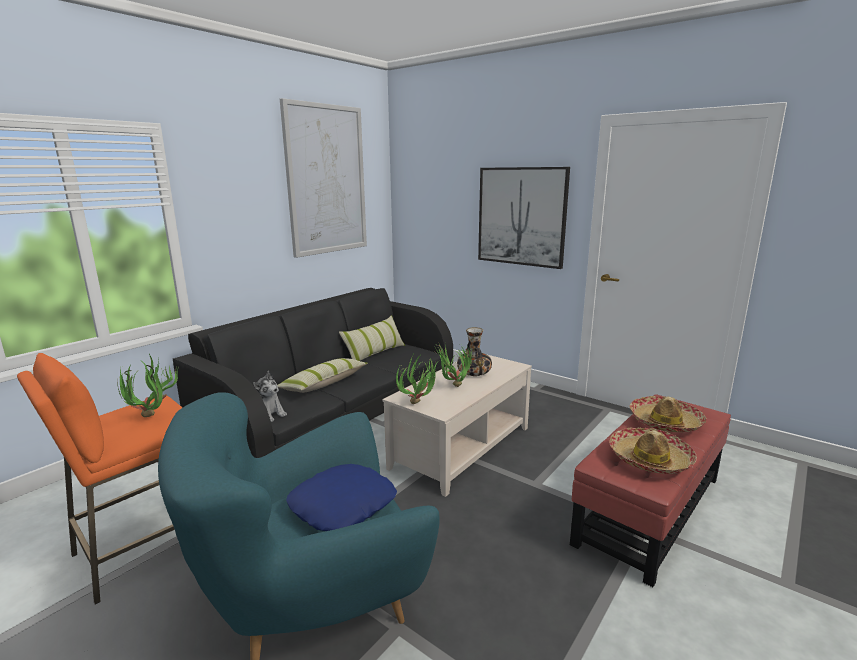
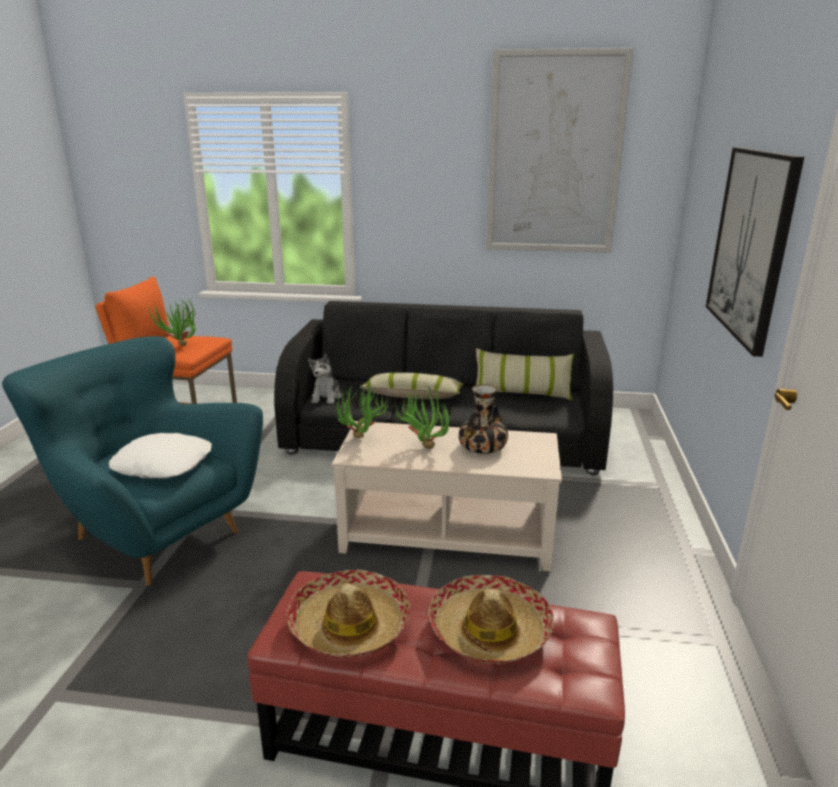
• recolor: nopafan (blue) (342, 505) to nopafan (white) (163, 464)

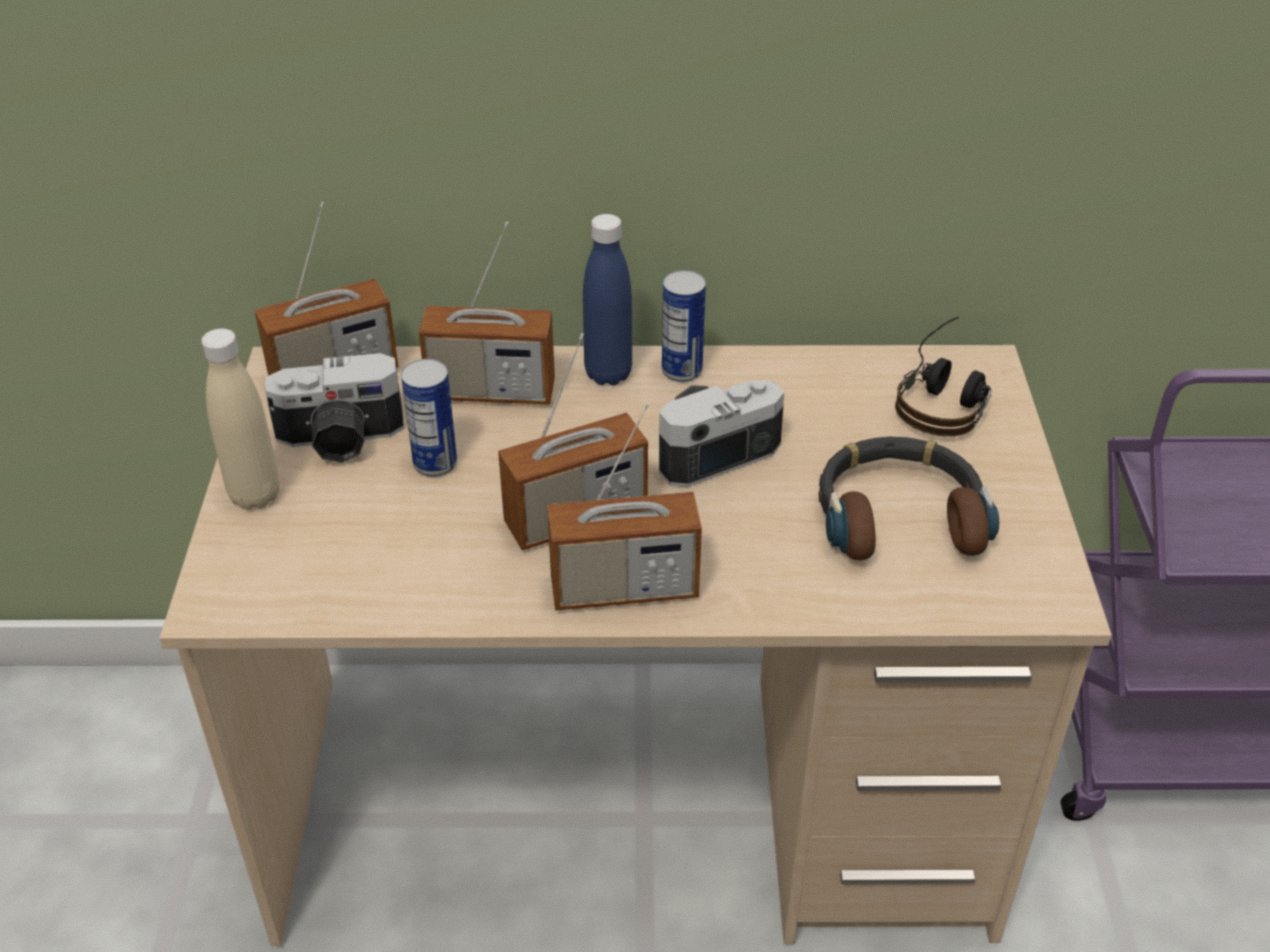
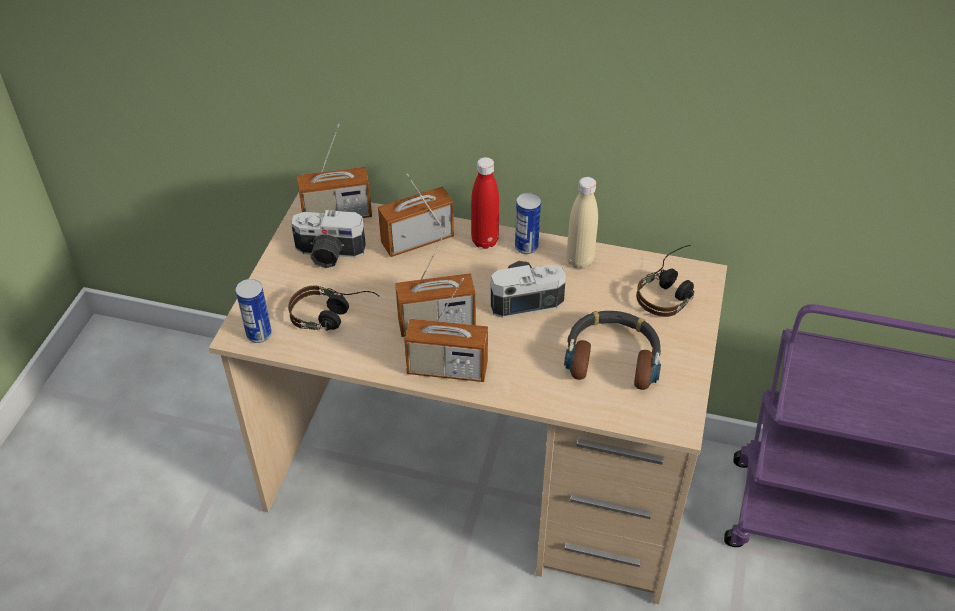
• move: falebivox (435, 463) to (259, 334)
• insert: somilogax (334, 316)
• rotate: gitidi (491, 391) = (417, 240) 135 degrees clockwise
• recolor: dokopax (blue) (608, 374) to dokopax (red) (484, 241)
• move: dokopax (beige) (255, 495) to (579, 261)

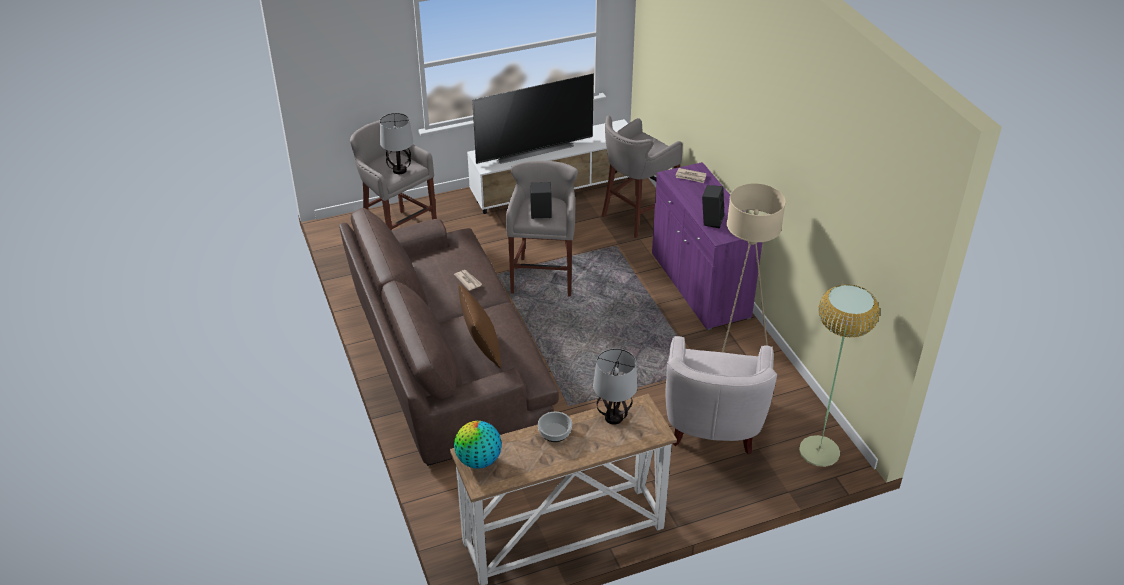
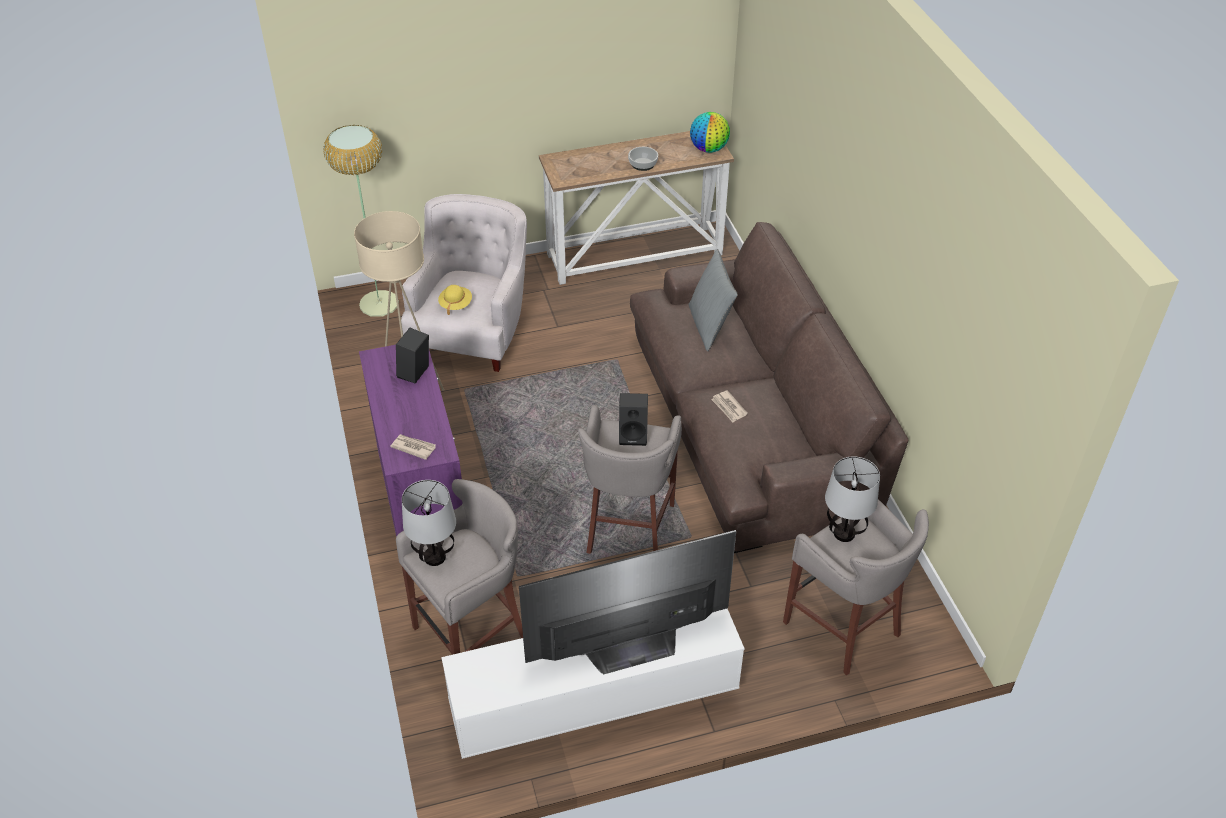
• move: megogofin (613, 417) to (435, 557)
• insert: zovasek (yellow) (455, 304)
• recolor: nopafan (brown) (481, 349) to nopafan (grey) (709, 326)

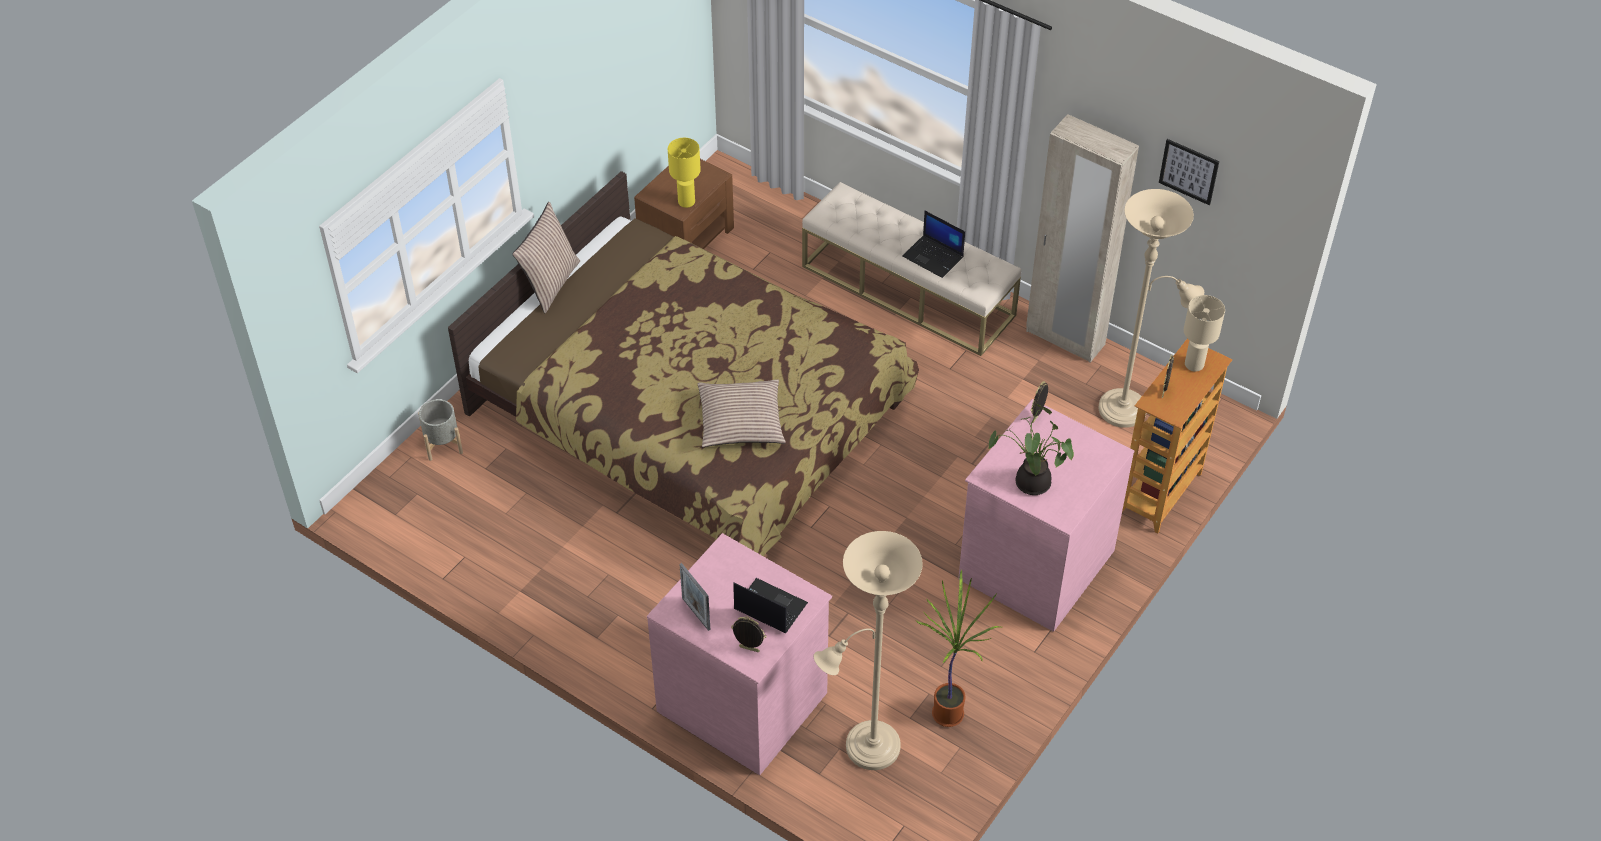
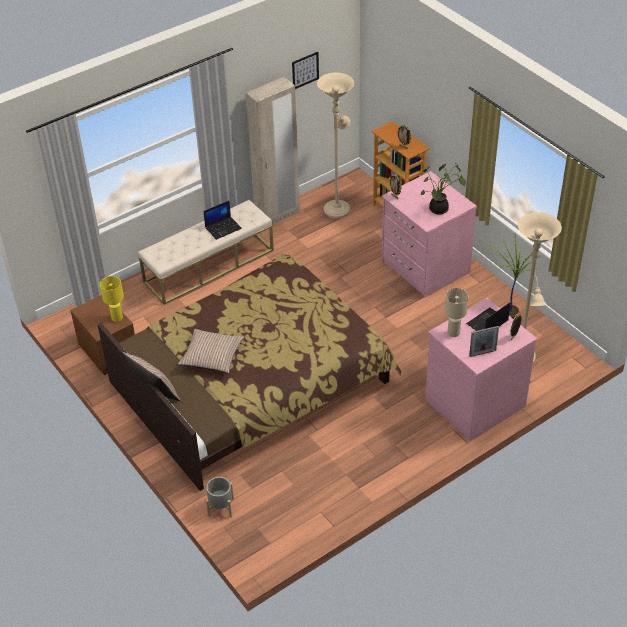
• move: nopafan (741, 421) to (212, 356)
• move: megogofin (beige) (1194, 365) to (454, 333)

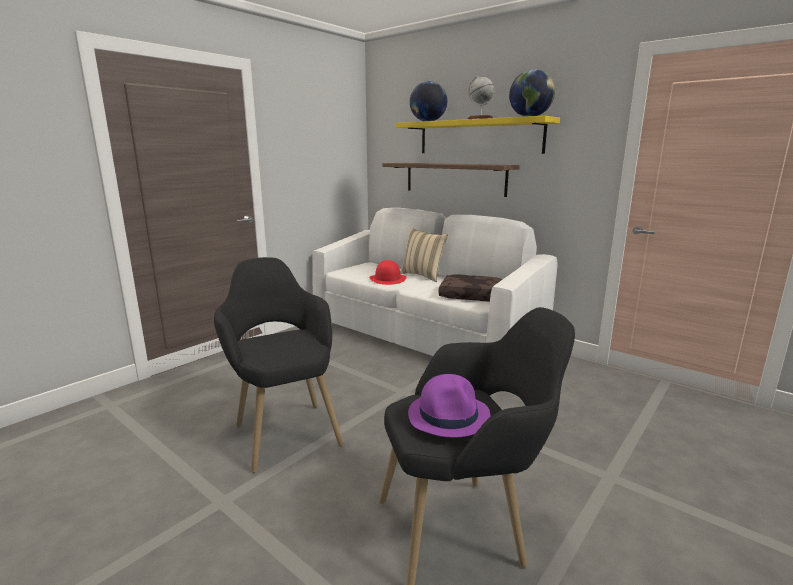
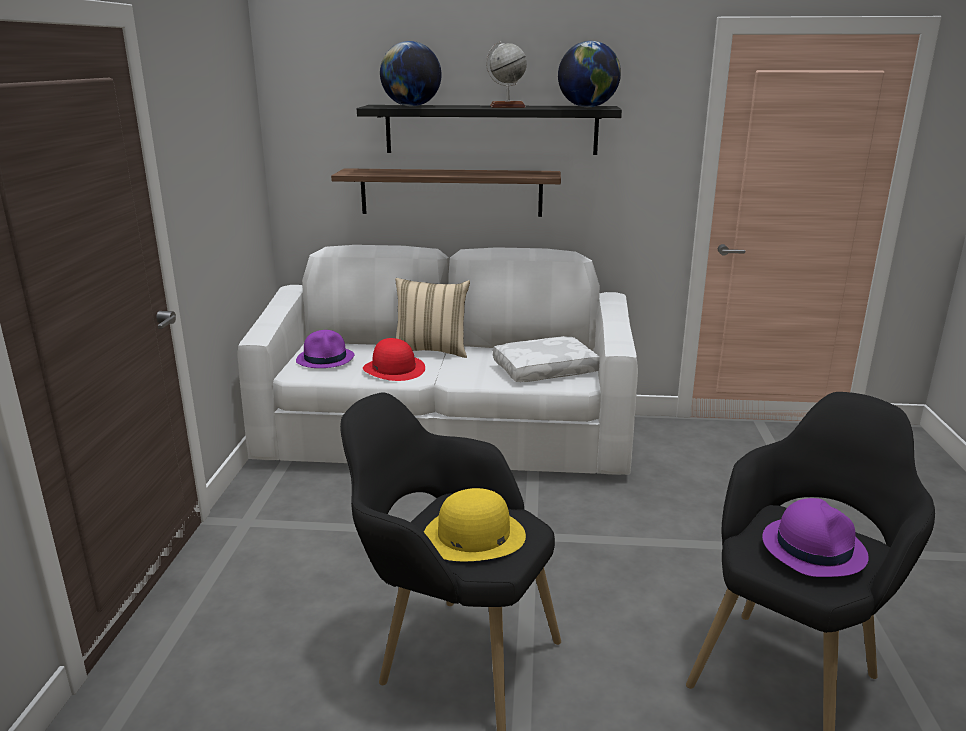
• insert: zovasek (purple) (326, 359)
• recolor: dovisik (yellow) (478, 137) to dovisik (black) (491, 129)
• insert: zovasek (yellow) (473, 536)
• recolor: nopafan (brown) (473, 296) to nopafan (white) (545, 369)

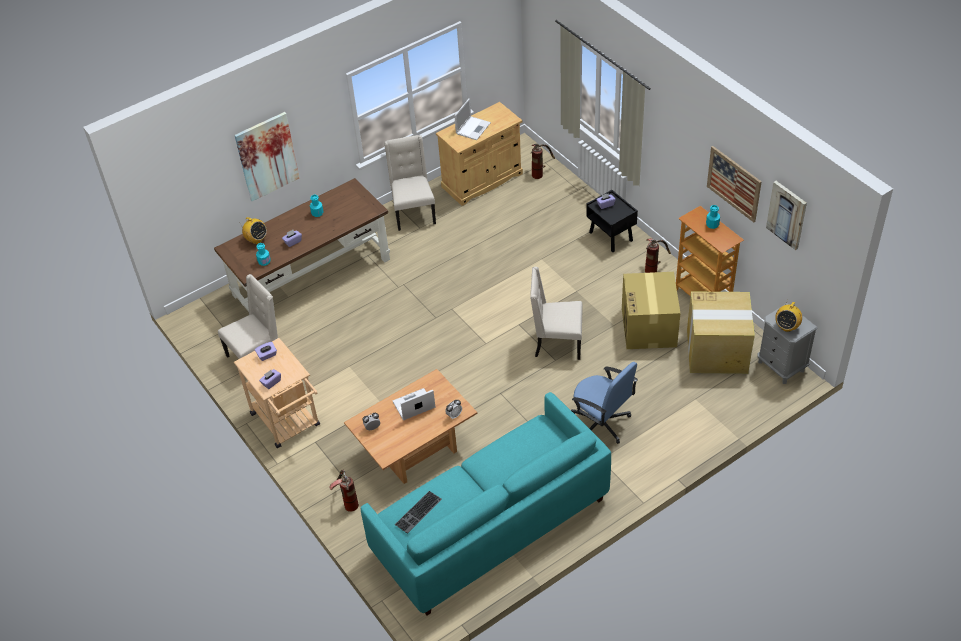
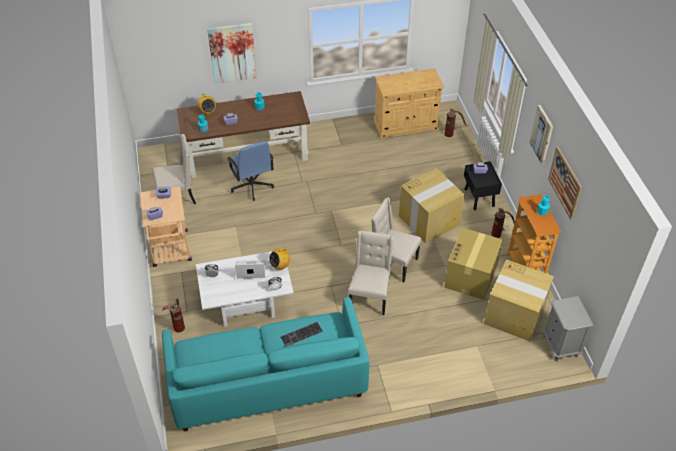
• recolor: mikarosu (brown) (415, 448) to mikarosu (white) (247, 303)
• move: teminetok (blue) (601, 423) to (252, 186)
• move: gitidi (787, 326) to (280, 266)
• move: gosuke (418, 513) to (301, 335)
• move: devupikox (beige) (413, 213) to (369, 296)
• insert: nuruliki (429, 220)
• move: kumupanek (787, 214) to (542, 134)
• delete: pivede (473, 128)

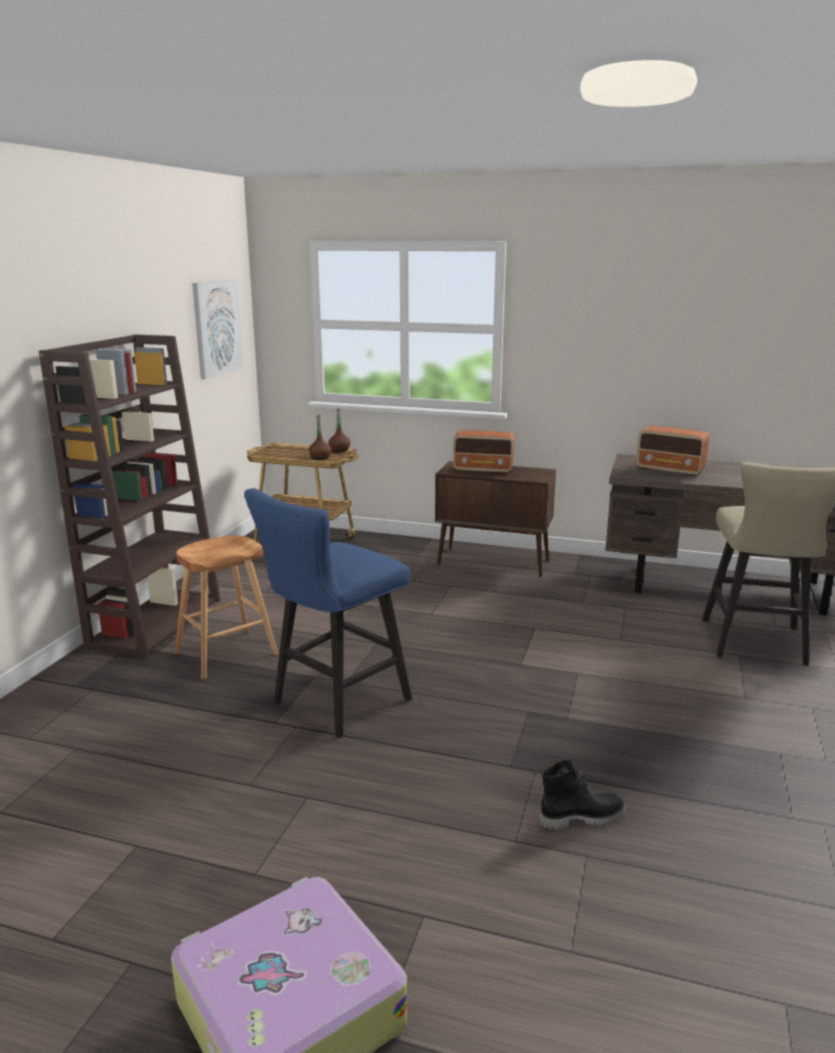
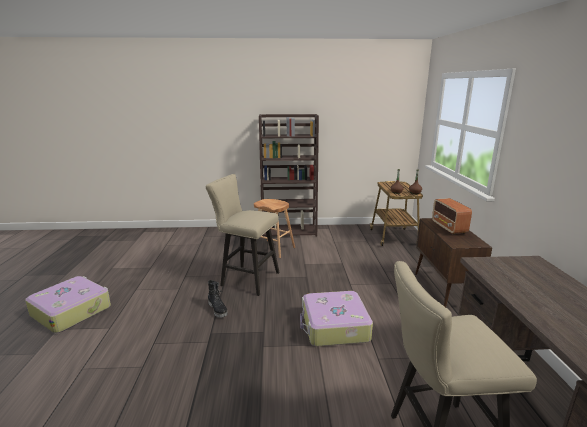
• recolor: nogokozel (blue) (334, 703) to nogokozel (beige) (246, 279)
• move: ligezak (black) (581, 817) to (218, 309)
• insert: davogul (334, 326)
• delete: kumupanek (217, 328)
• delete: gitidi (670, 470)

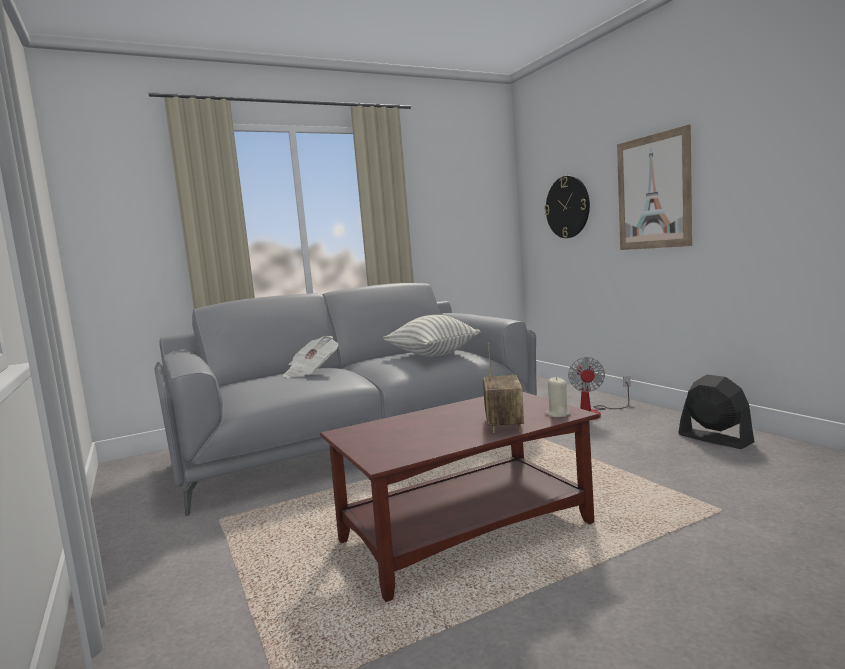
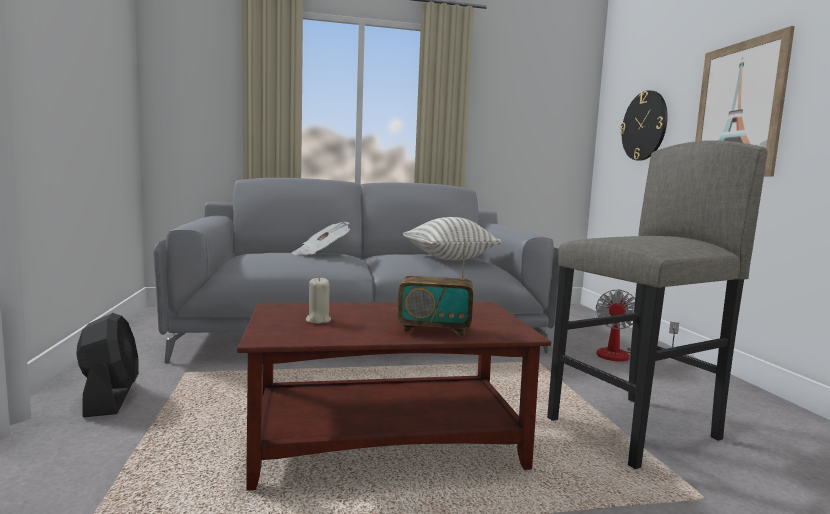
• move: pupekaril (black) (714, 439) to (110, 398)
• move: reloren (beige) (557, 414) to (318, 320)
• rotate: gitidi (503, 424) = (434, 329) 75 degrees clockwise
• insert: nogokozel (grey) (634, 429)

